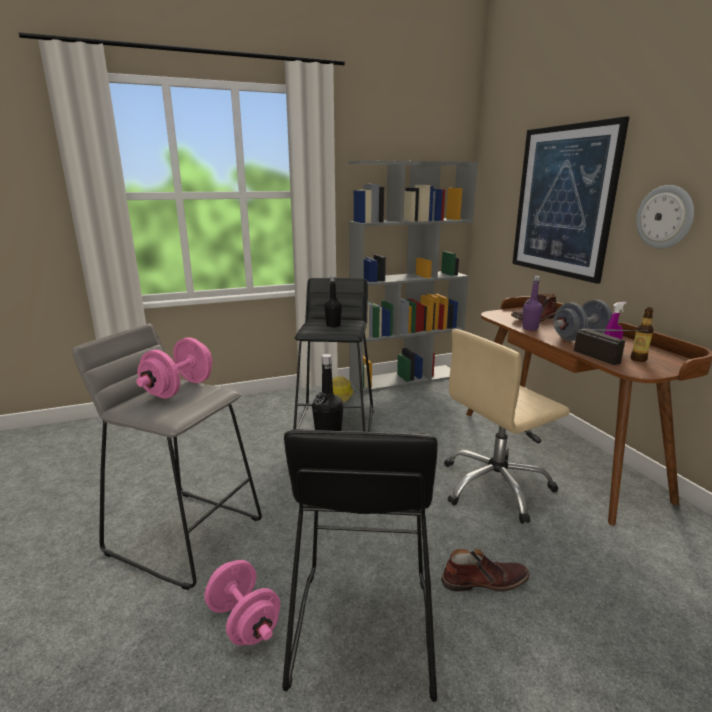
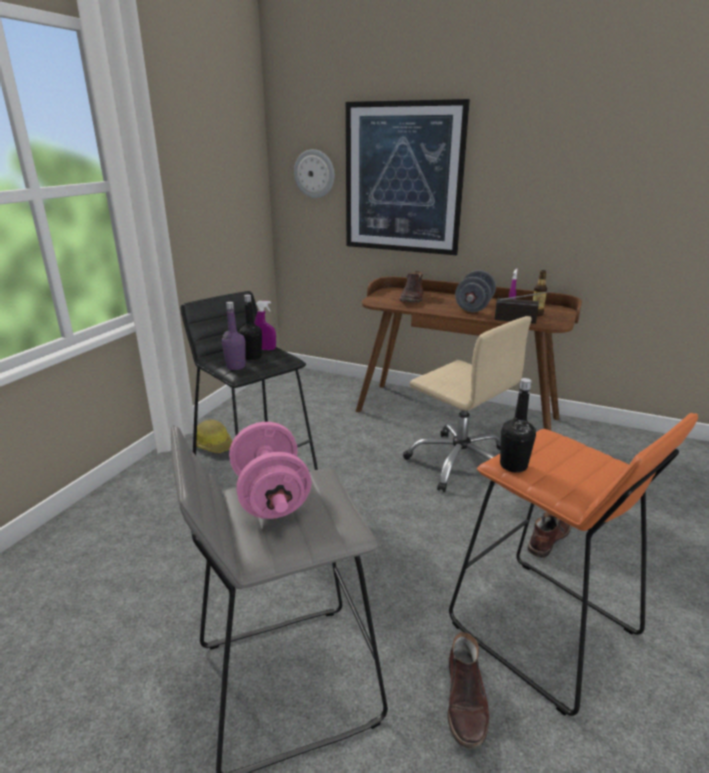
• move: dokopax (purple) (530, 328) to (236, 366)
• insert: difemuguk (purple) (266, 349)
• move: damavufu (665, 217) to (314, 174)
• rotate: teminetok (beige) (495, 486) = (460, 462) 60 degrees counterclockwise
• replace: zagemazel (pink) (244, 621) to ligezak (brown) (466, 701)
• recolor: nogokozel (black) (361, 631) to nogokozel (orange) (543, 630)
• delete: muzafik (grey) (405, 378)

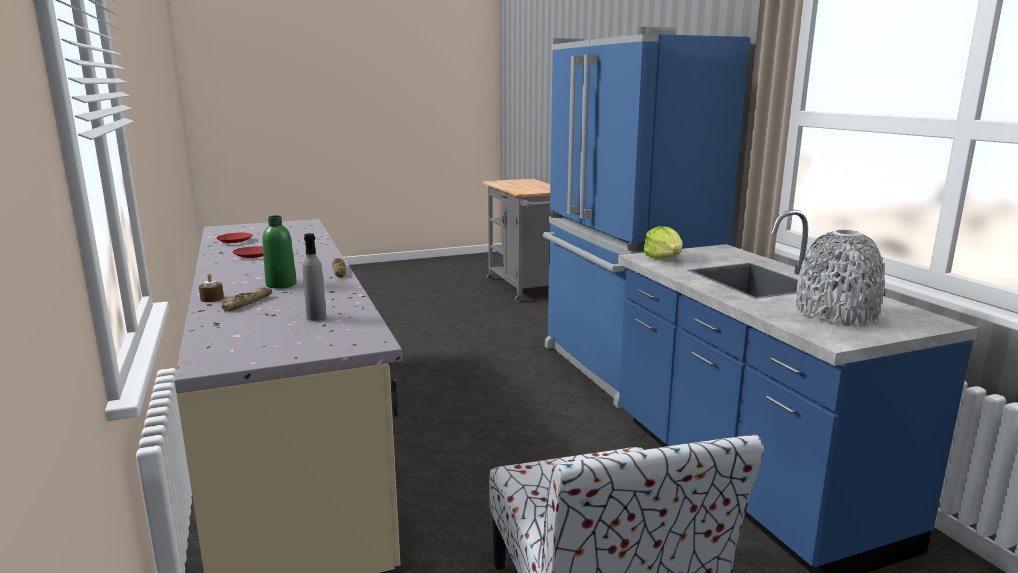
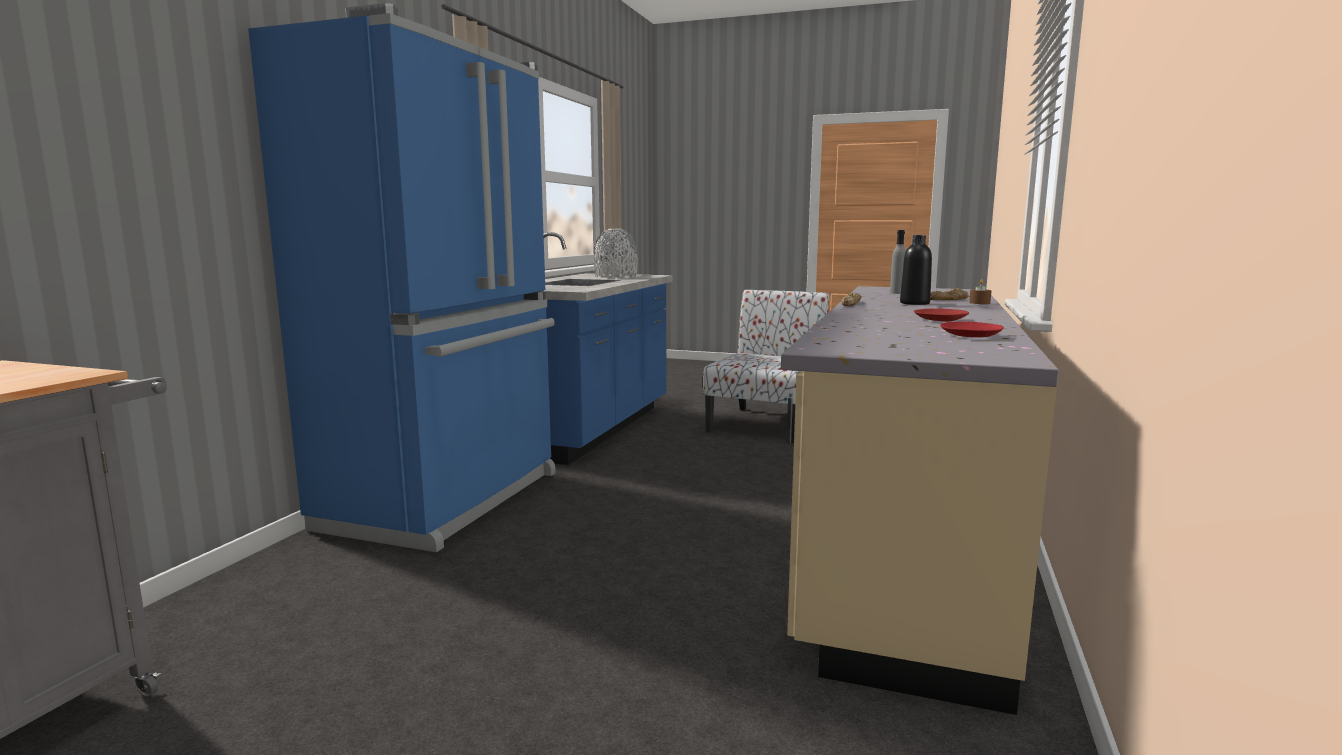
• recolor: dokopax (green) (281, 284) to dokopax (black) (914, 303)
• delete: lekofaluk (663, 258)

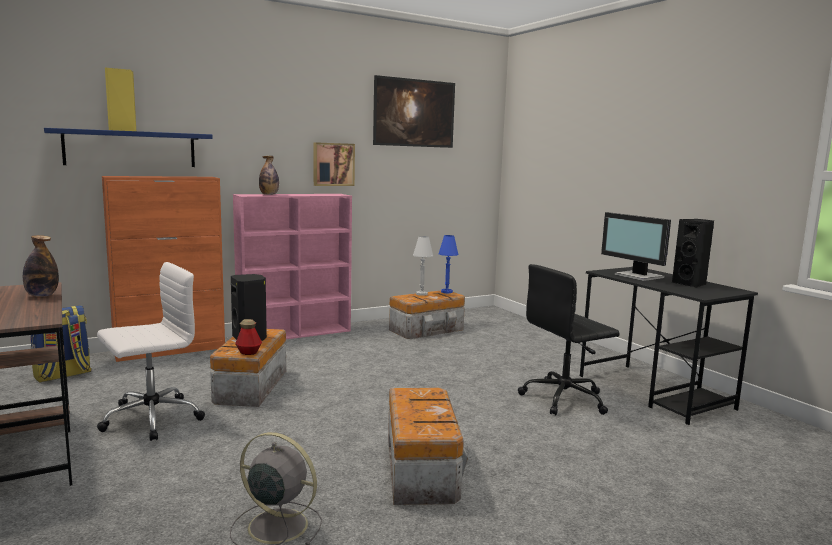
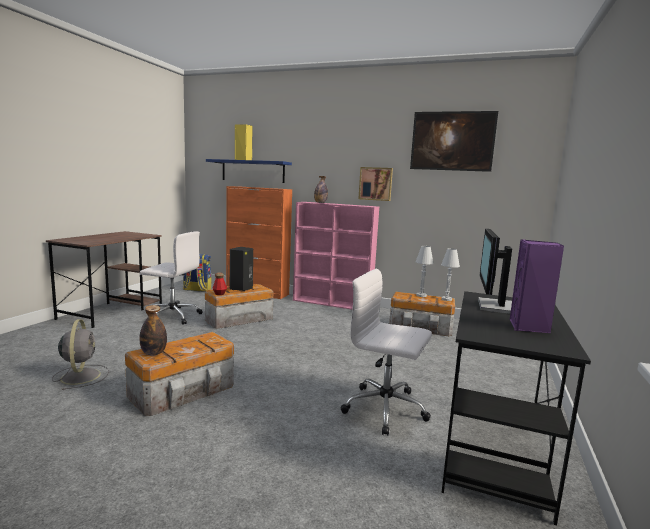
• move: dokopax (42, 295) to (153, 353)
• recolor: teminetok (black) (565, 399) to teminetok (white) (386, 409)
• recolor: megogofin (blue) (446, 292) to megogofin (white) (446, 299)
• recolor: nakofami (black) (691, 284) to nakofami (purple) (529, 327)

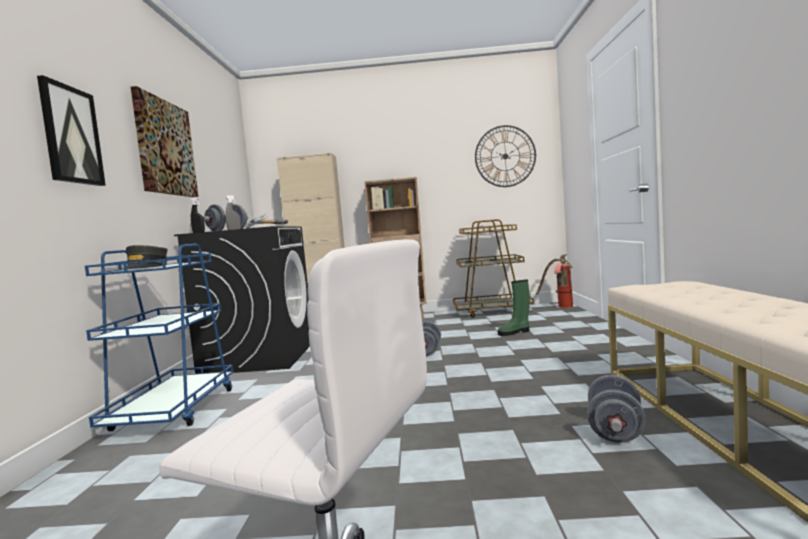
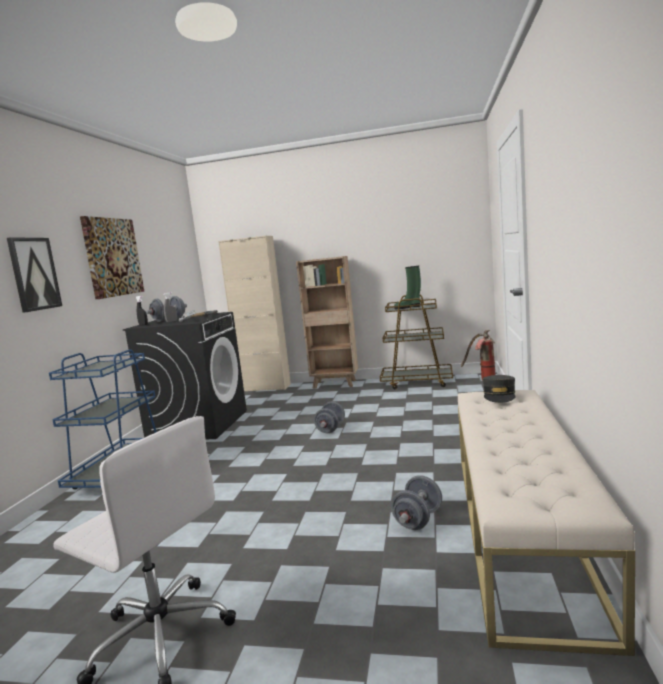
• move: ligezak (green) (514, 332) to (408, 307)
• move: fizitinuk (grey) (146, 267) to (499, 395)
• delete: damavufu (505, 156)

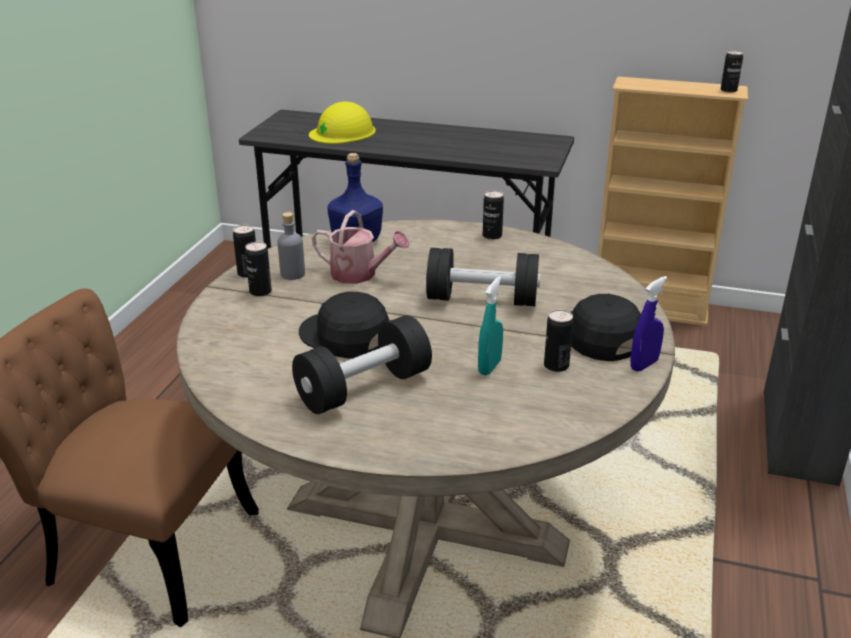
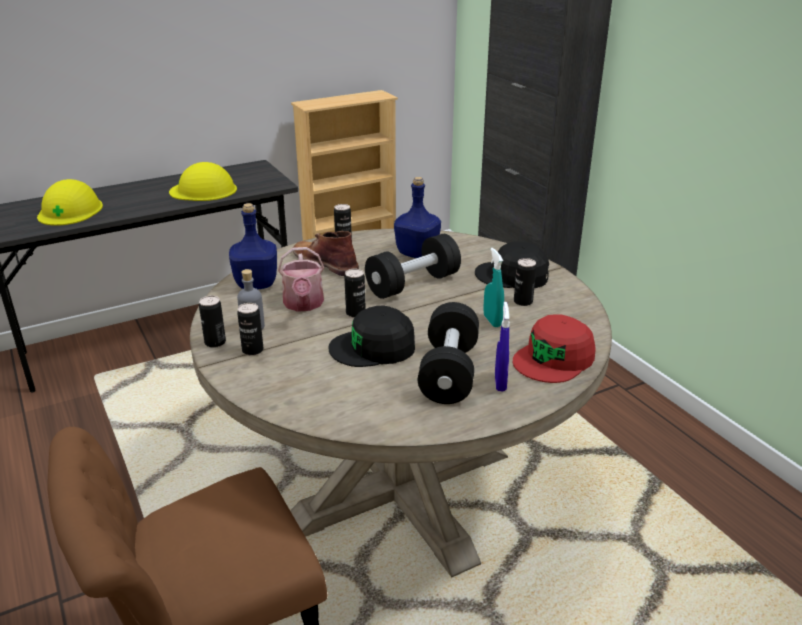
• insert: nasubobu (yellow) (203, 190)
• rotate: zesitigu (359, 274) = (303, 304) 105 degrees clockwise
• insert: ligezak (brown) (325, 262)
• move: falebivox (728, 90) to (355, 313)
• insert: dokopax (blue) (418, 253)
• move: difemuguk (blue) (644, 365) to (500, 383)
• insert: fizitinuk (red) (554, 359)

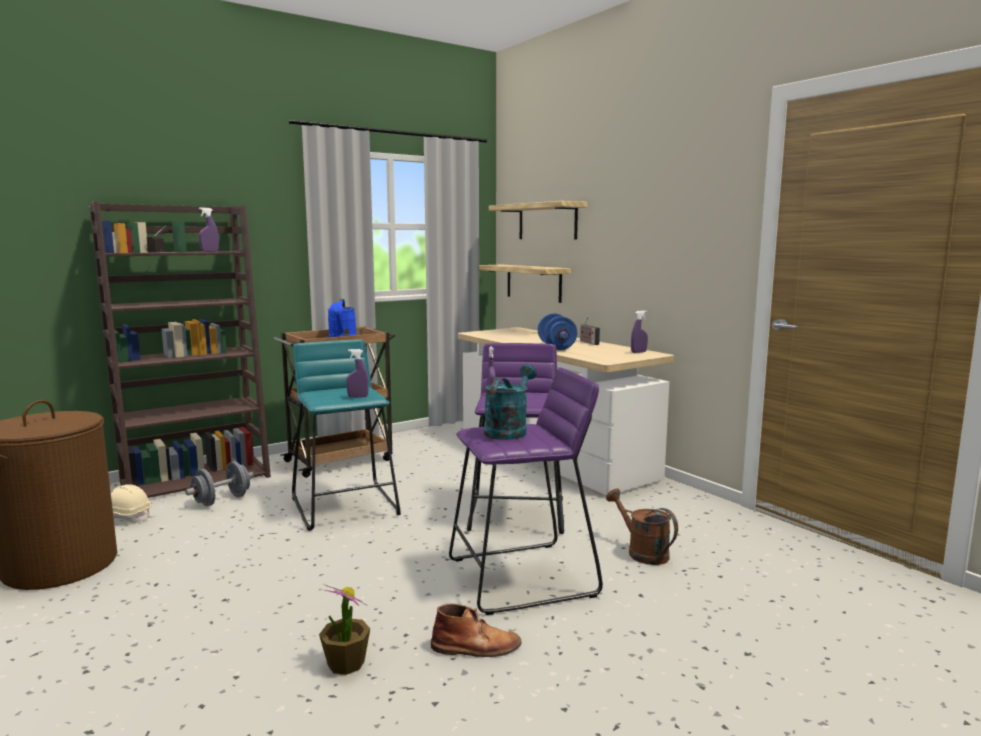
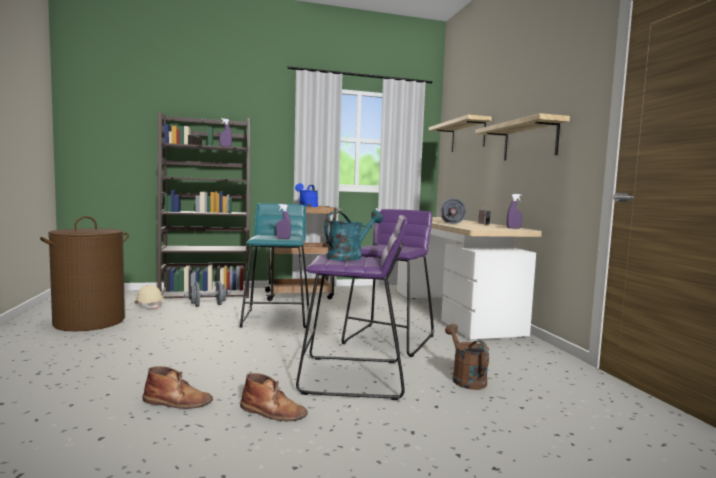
• replace: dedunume (345, 663) to ligezak (brown) (178, 402)
• recolor: zagemazel (blue) (556, 347) to zagemazel (grey) (452, 223)
• move: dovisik (533, 282) to (529, 141)

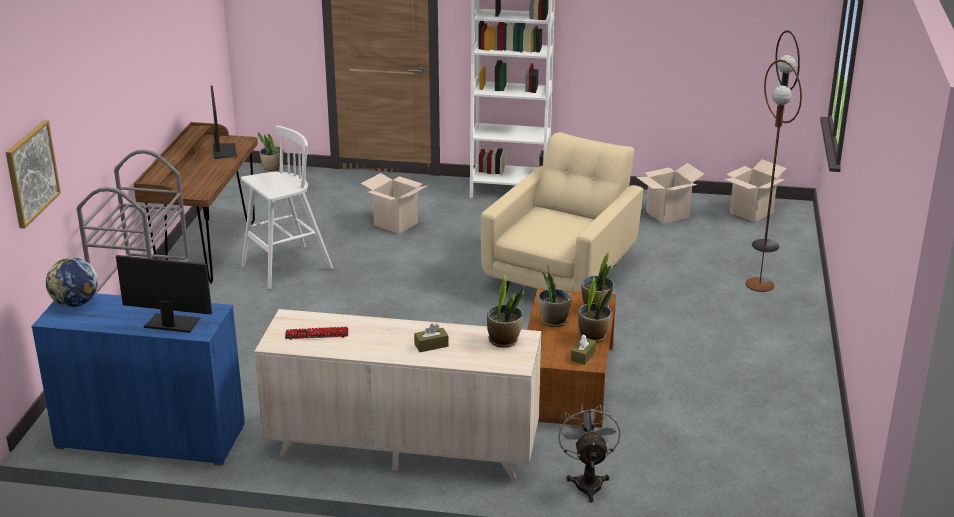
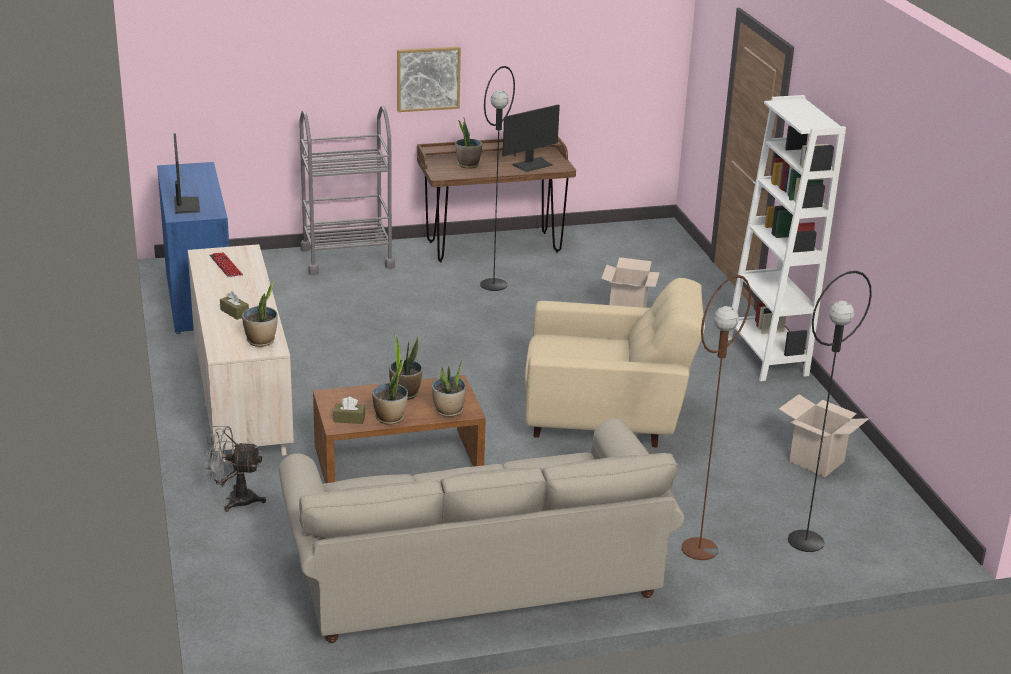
• rotate: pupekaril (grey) (587, 481) = (234, 499) 150 degrees counterclockwise
• insert: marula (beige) (474, 574)
• move: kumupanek (31, 173) to (428, 78)
• move: dedunume (273, 170) to (468, 165)
• replace: nogokozel (white) (285, 268) to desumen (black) (493, 285)
• delete: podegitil (75, 303)
• delete: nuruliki (751, 212)

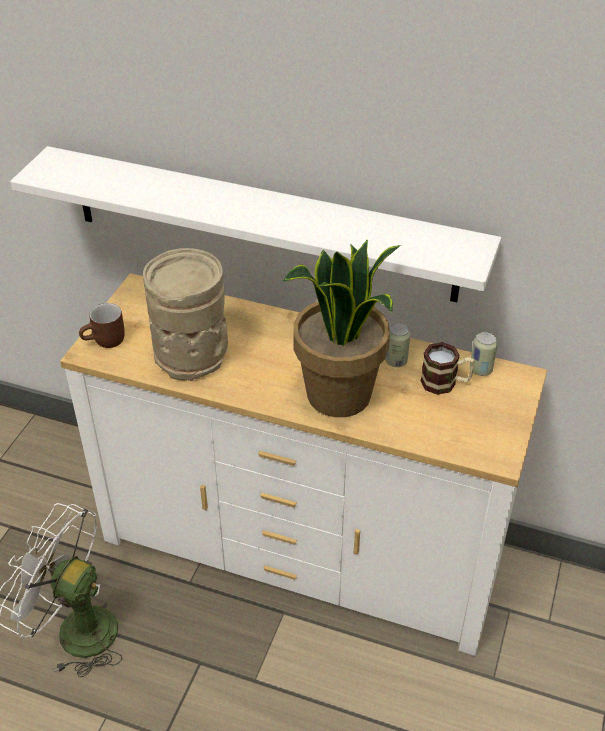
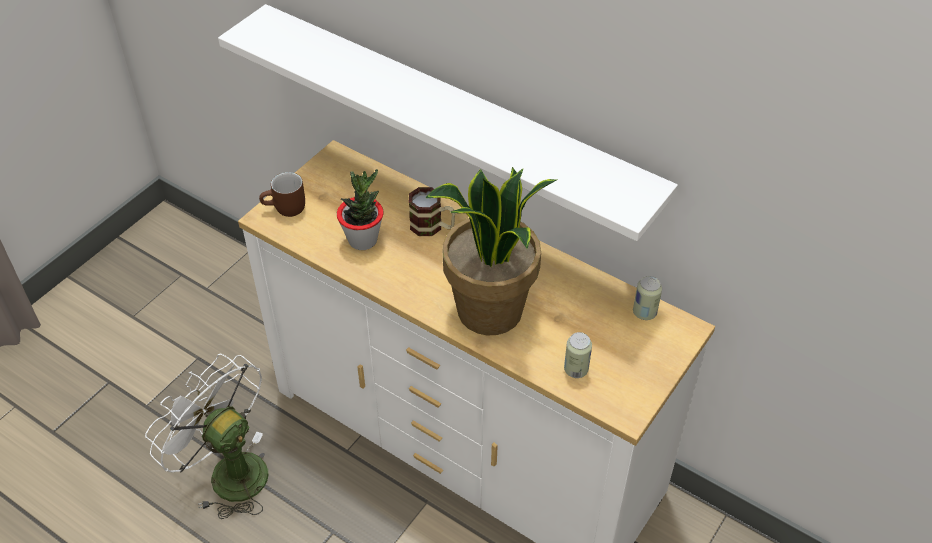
• replace: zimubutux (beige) (193, 355) to dedunume (363, 240)
• move: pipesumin (445, 383) to (432, 227)
• move: falebivox (396, 361) to (576, 369)

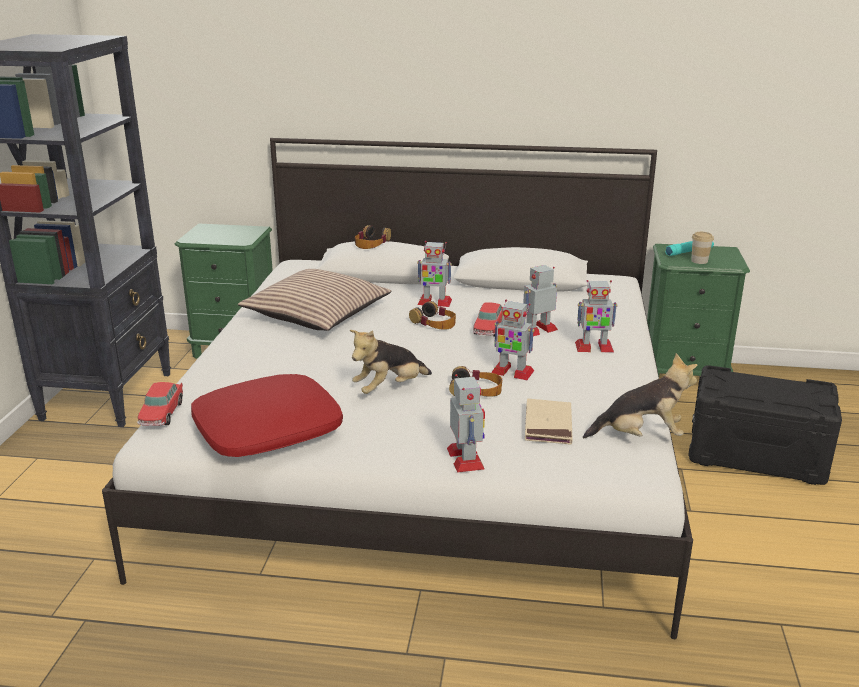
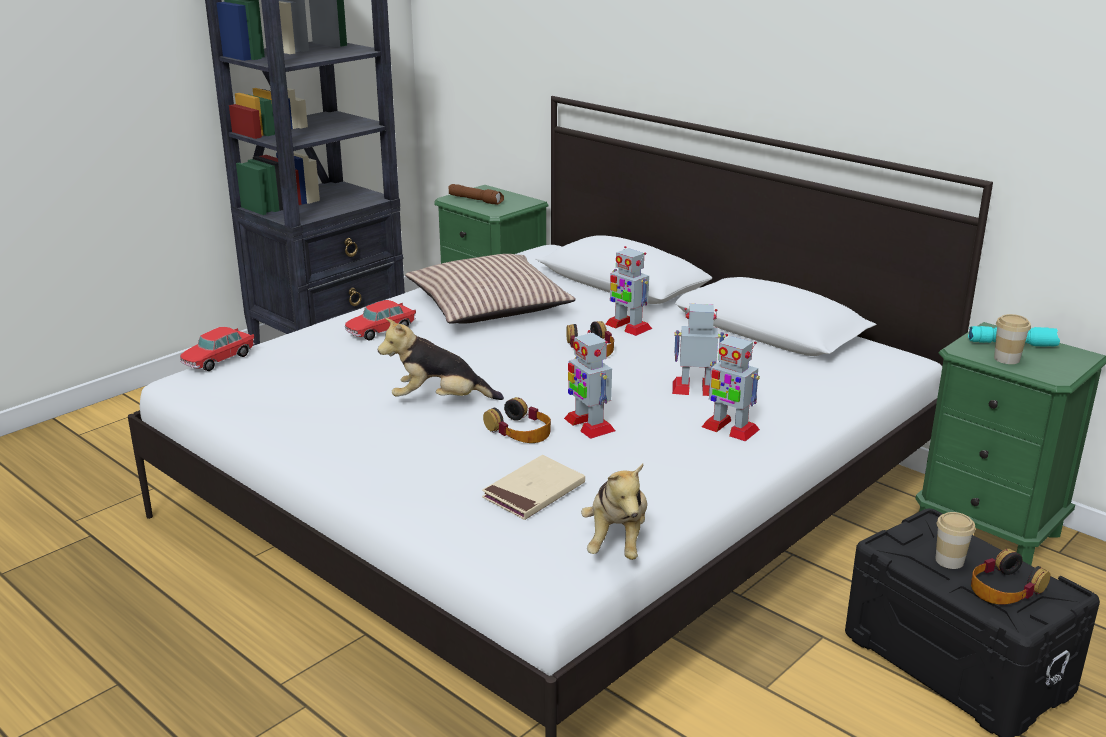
• move: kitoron (488, 328) to (380, 331)
• insert: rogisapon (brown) (476, 200)
• rotate: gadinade (640, 436) = (617, 541) 60 degrees clockwise
• insert: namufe (949, 561)
• move: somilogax (371, 243) to (1005, 588)
• delete: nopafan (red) (268, 431)
• delete: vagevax (466, 459)

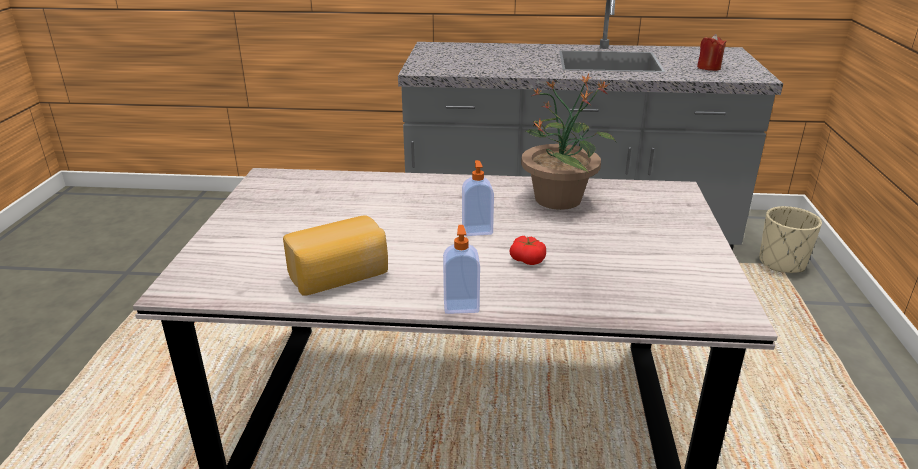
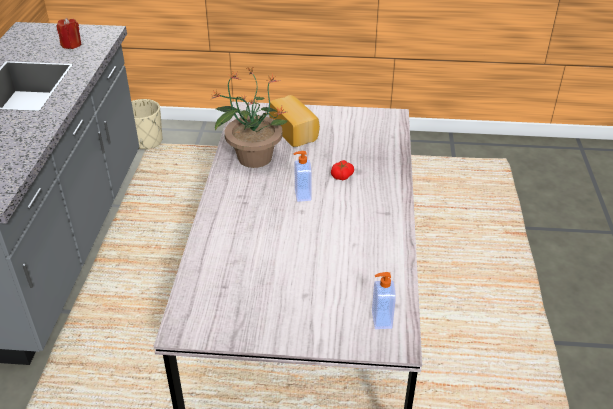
• move: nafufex (340, 276) to (295, 131)
• move: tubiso (461, 305) to (380, 320)

